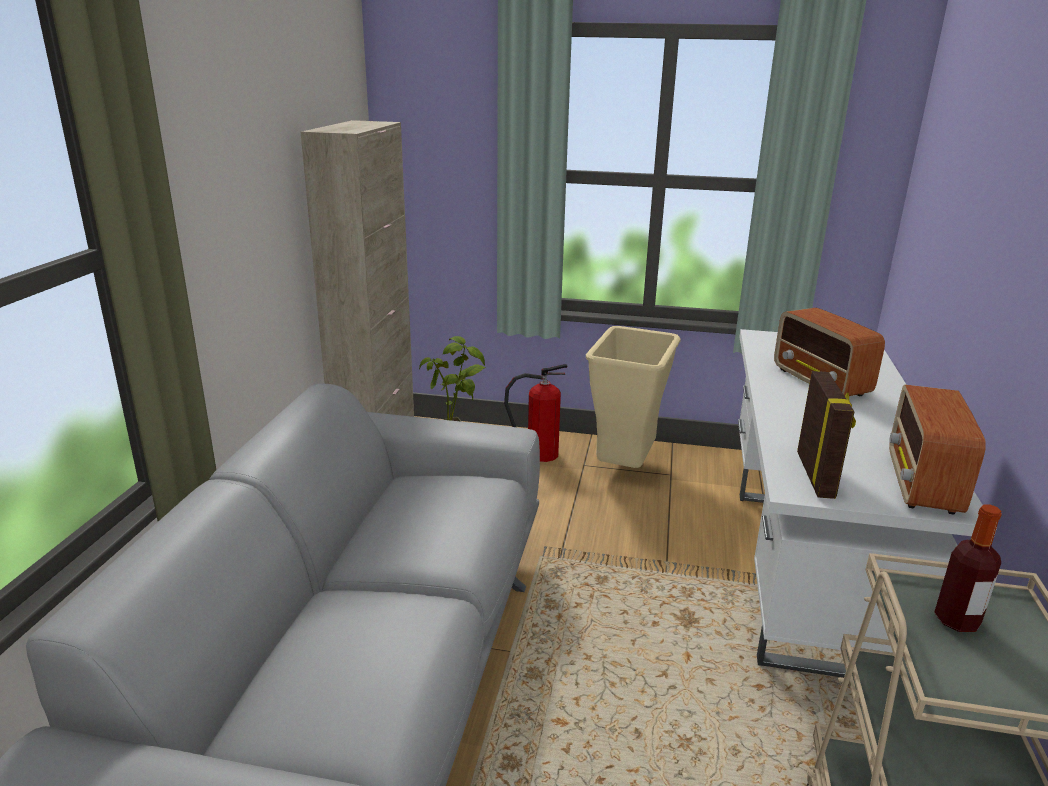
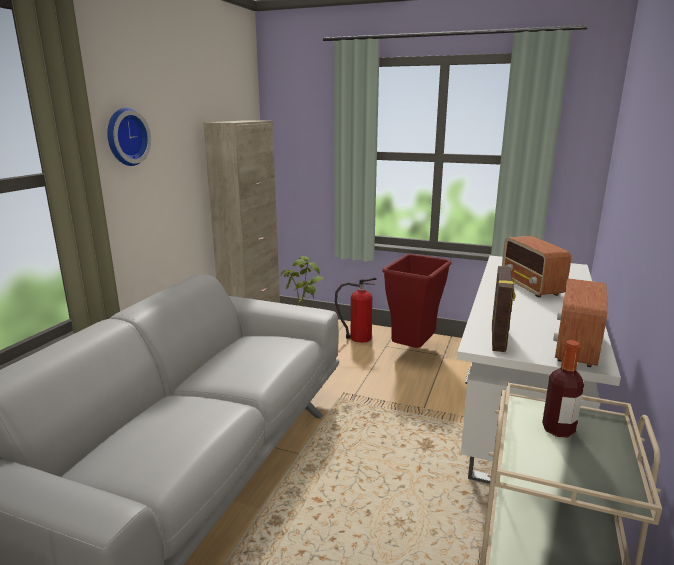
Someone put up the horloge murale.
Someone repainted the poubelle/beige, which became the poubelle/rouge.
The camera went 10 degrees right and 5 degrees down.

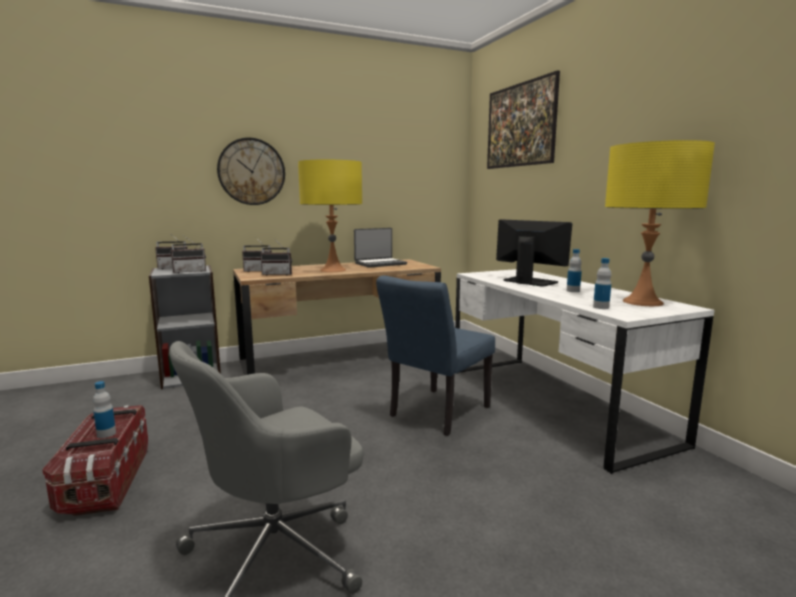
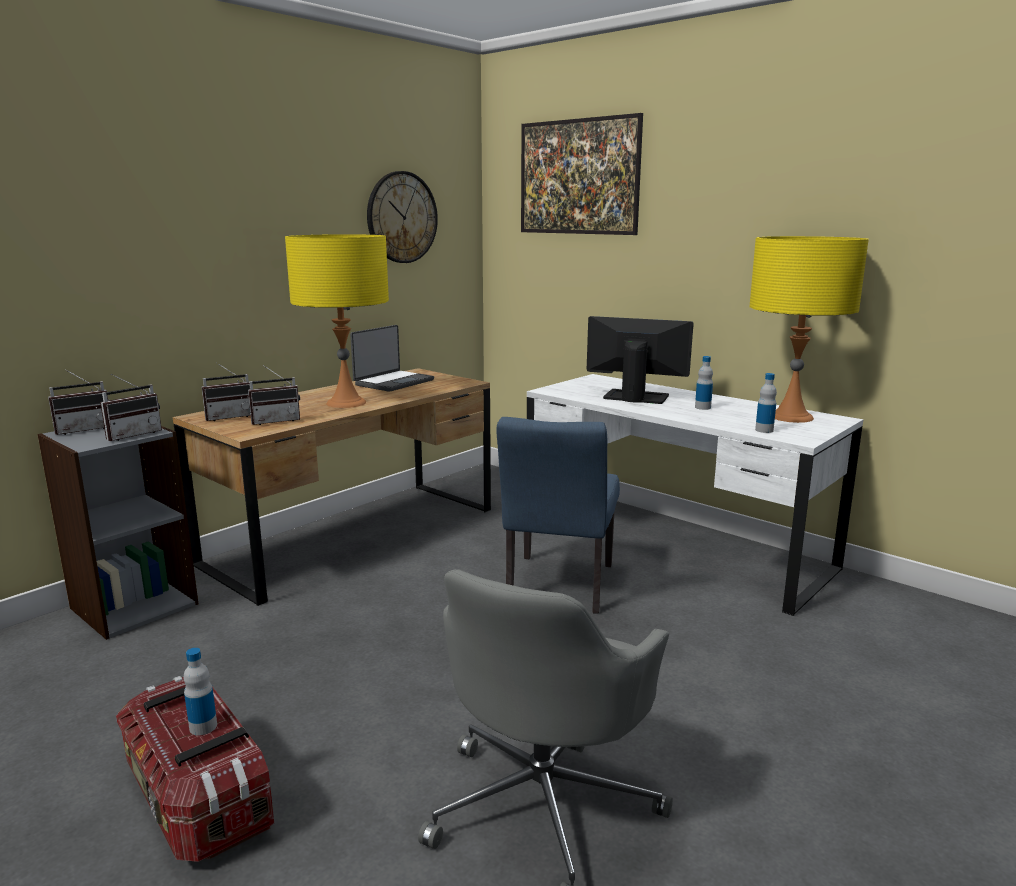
Someone carried the horloge murale.
The camera went 25 degrees left and 5 degrees up.

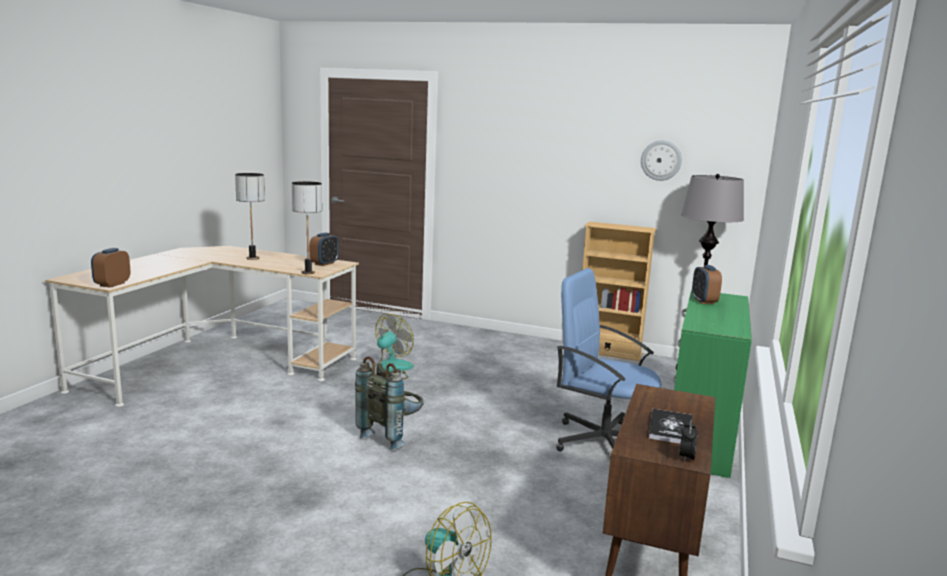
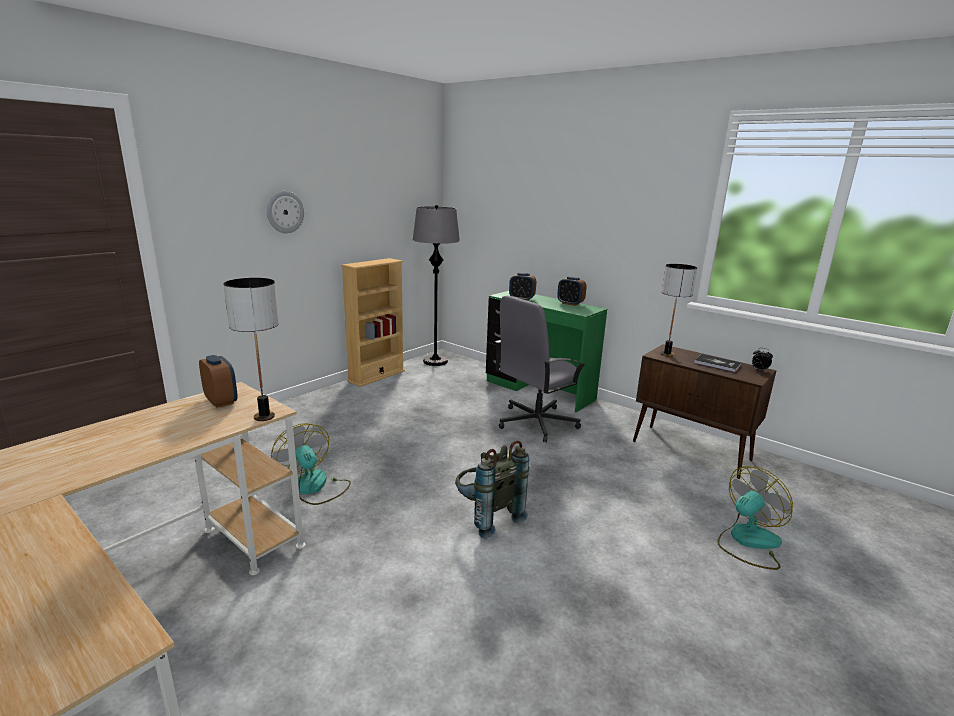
Someone carried the horloge murale.
Someone repainted the chaise de bureau/bleu, which became the chaise de bureau/gris.
Someone carried the réveil (1st from left in the first image).
Someone carried the lampe de table (1st from left in the first image).
The camera went 70 degrees left and 5 degrees up.

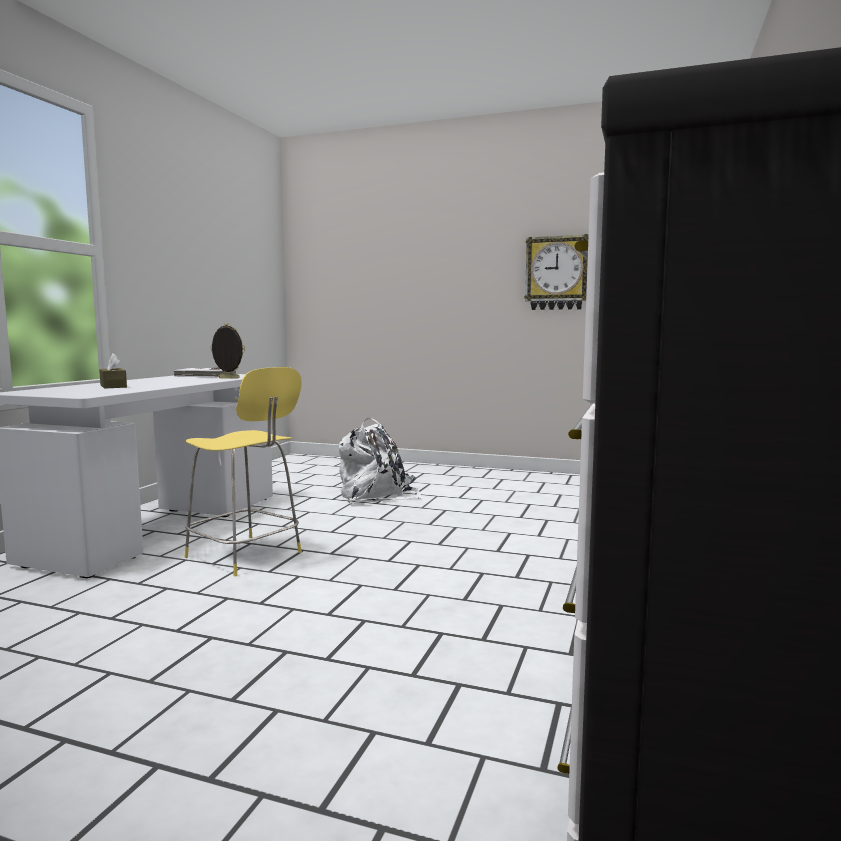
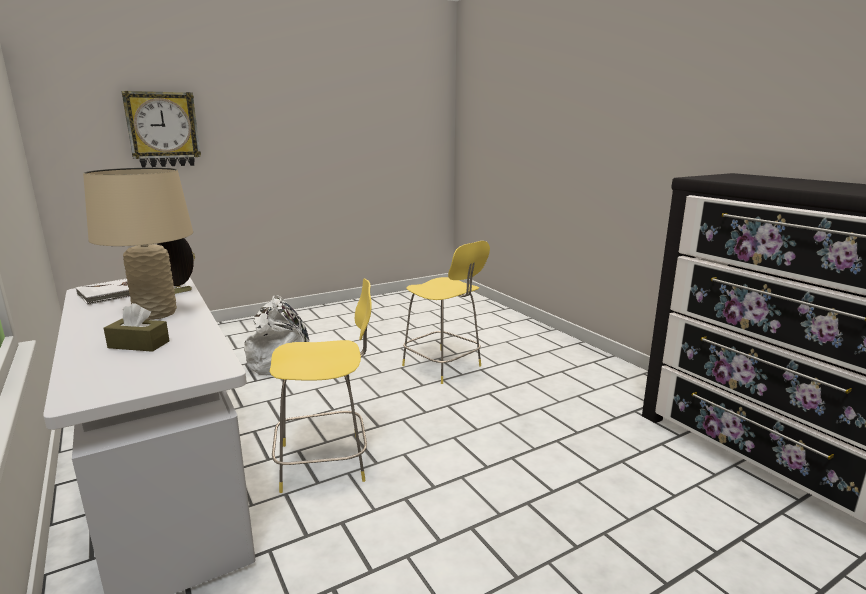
Someone put down the lampe de table/beige.
Someone carried the horloge murale.
Someone put down the tabouret/jaune (2nd from left).
The camera went 50 degrees left and 10 degrees up.

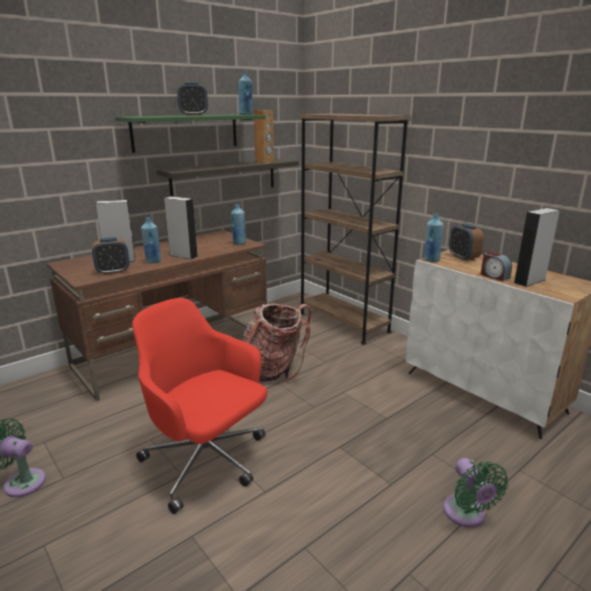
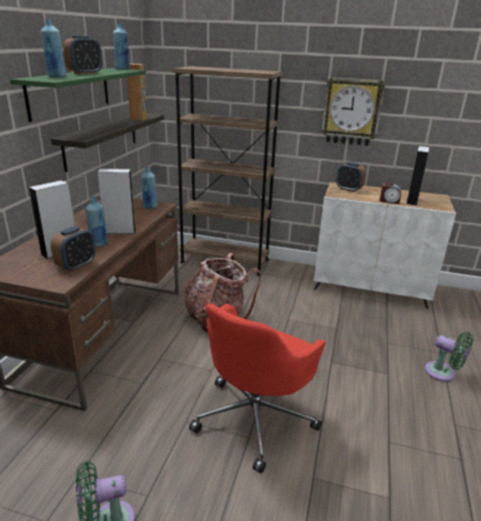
Someone carried the bouteille/bleu (4th from left in the first image).
Someone rotated the chaise de bureau/rouge by 60 degrees counterclockwise.
Someone put up the horloge murale.
The camera went 35 degrees left and 5 degrees up.

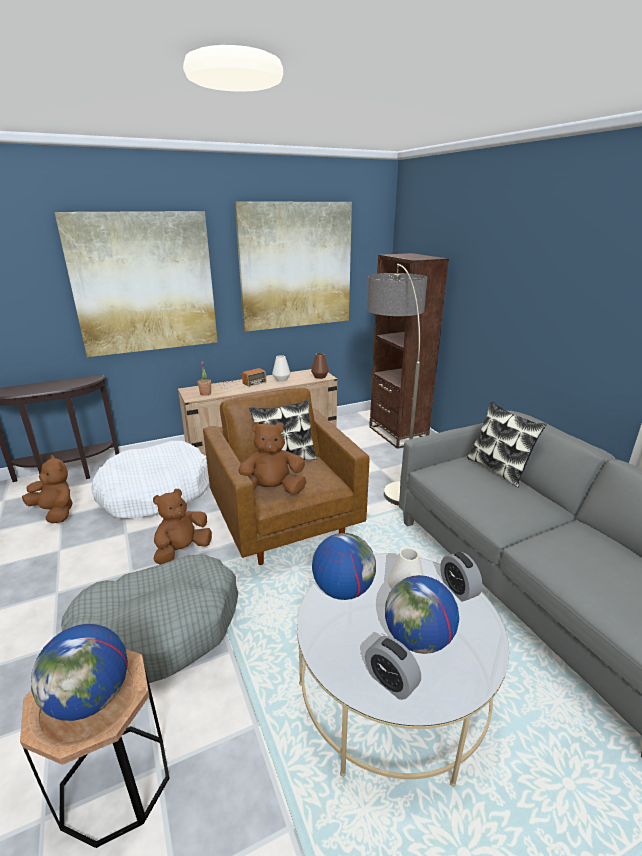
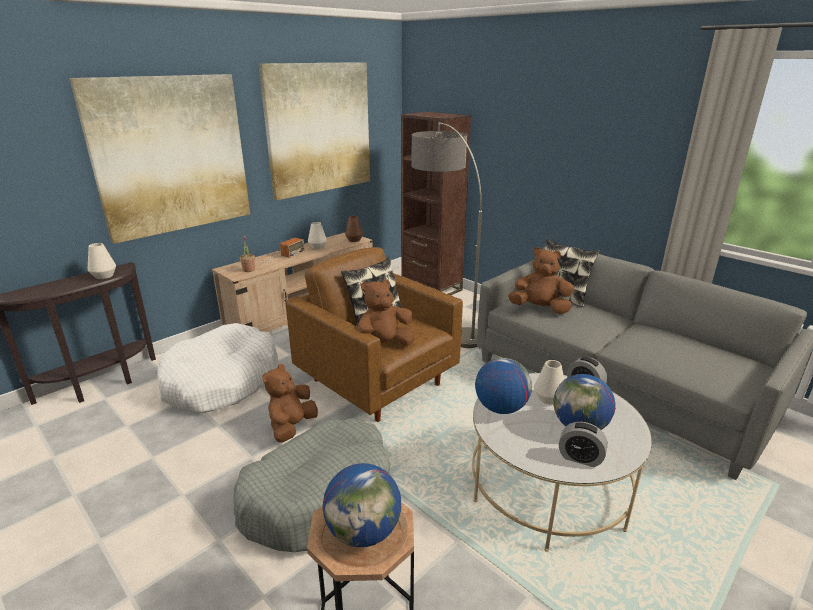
Someone put down the vase/blanc (1st from left).
Someone carried the peluche/marron (1st from left in the first image).
The camera went 20 degrees left and 0 degrees up.

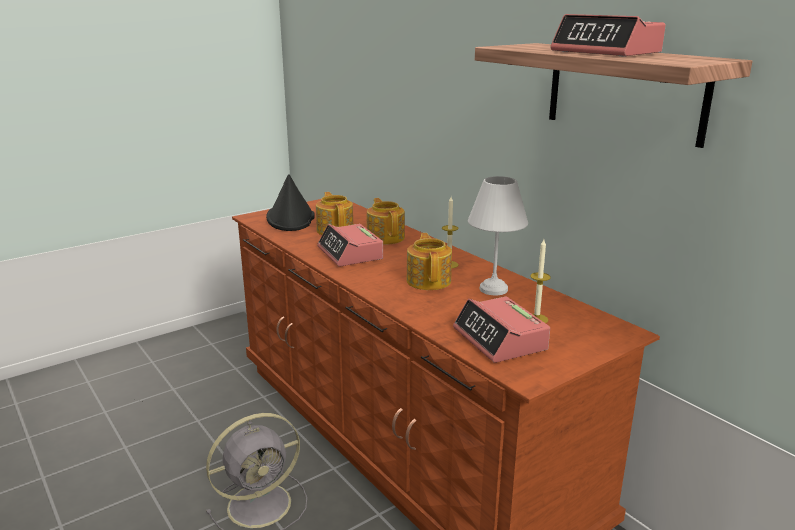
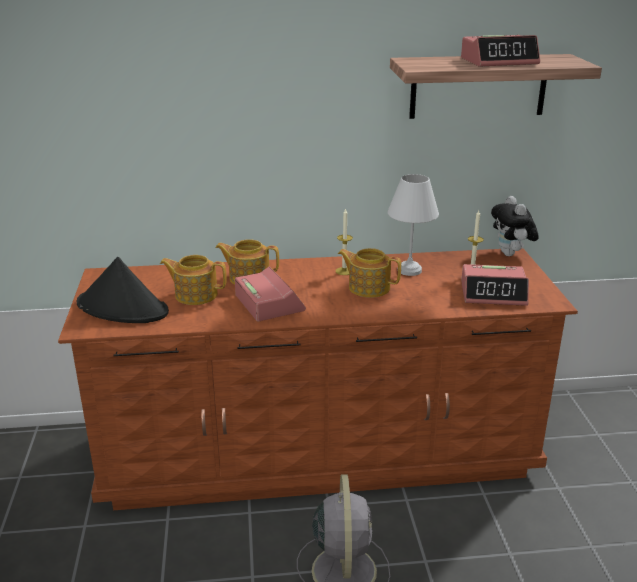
Someone rotated the réveil (1st from left) by 120 degrees counterclockwise.
Someone put down the peluche.
The camera went 60 degrees left and 5 degrees up.

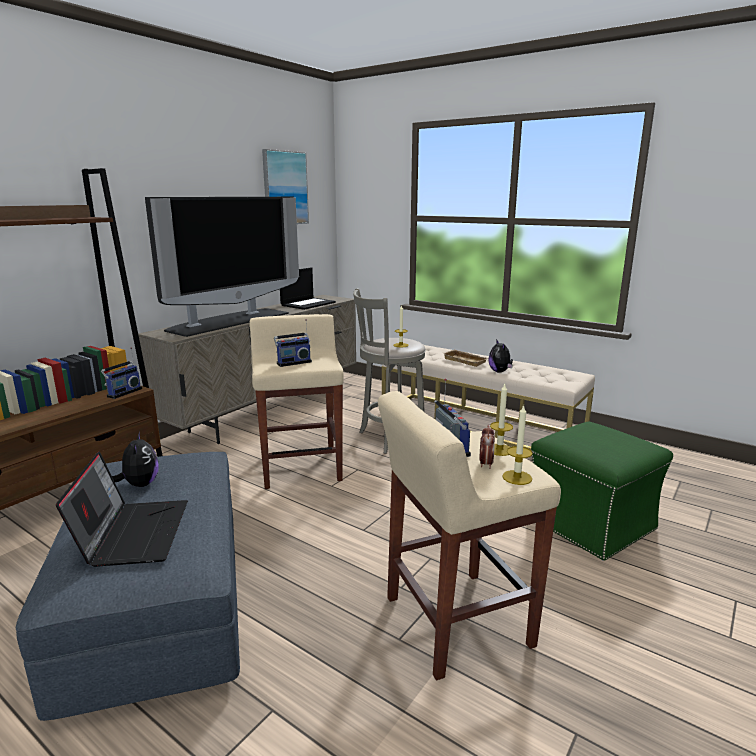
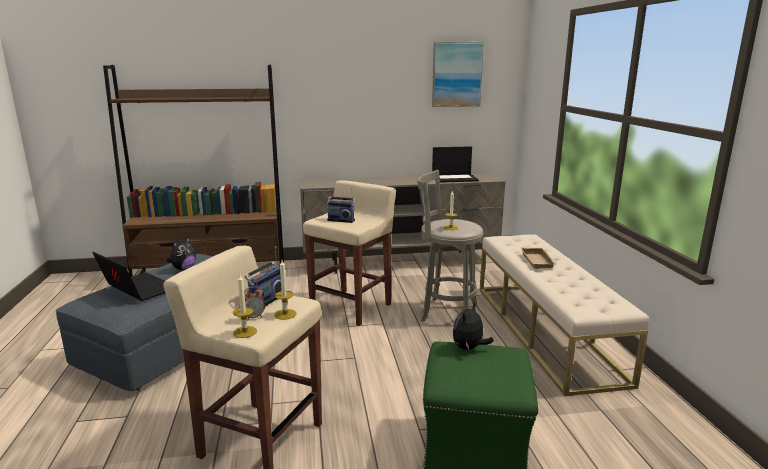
Someone rotated the ordinateur portable (1st from left) by 90 degrees counterclockwise.
Someone carried the peluche (2nd from left).
Someone took away the radio (1st from left).
Someone took away the téléviseur.
The camera went 45 degrees right and 0 degrees up.

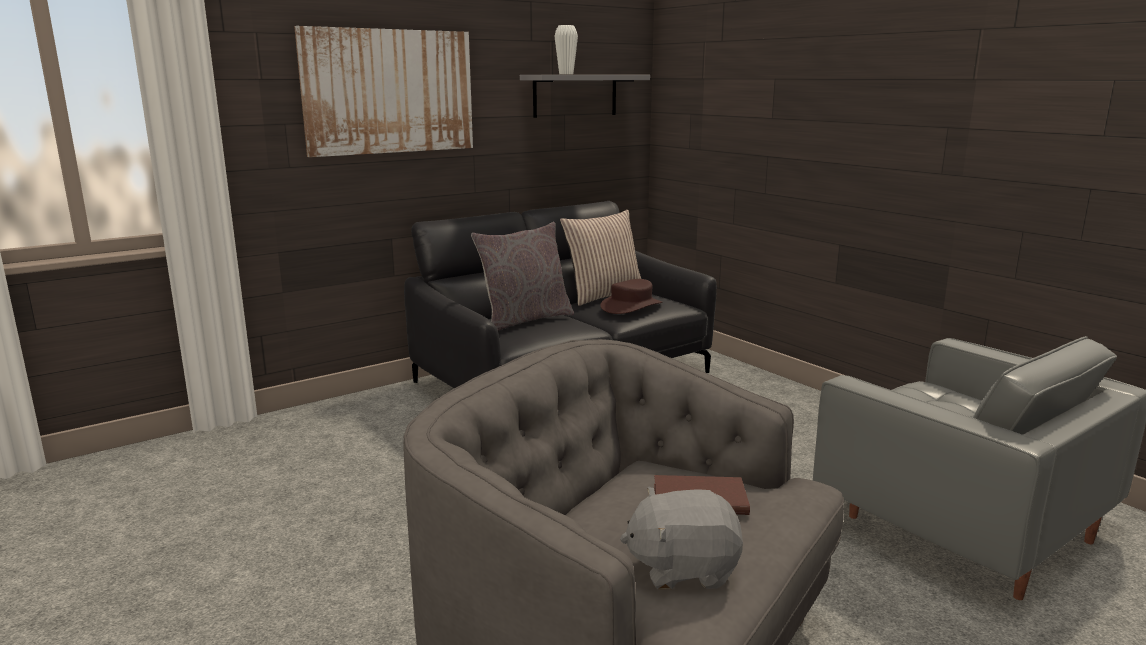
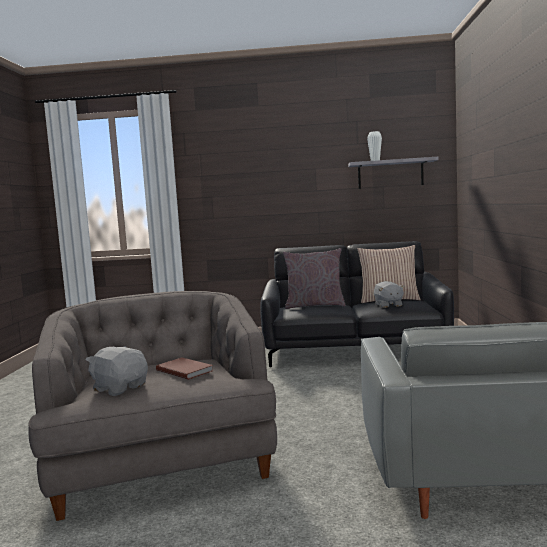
Someone swapped the chapeau/marron for the peluche/gris (2nd from left).
Someone took away the tableau.
The camera went 40 degrees right and 10 degrees down.

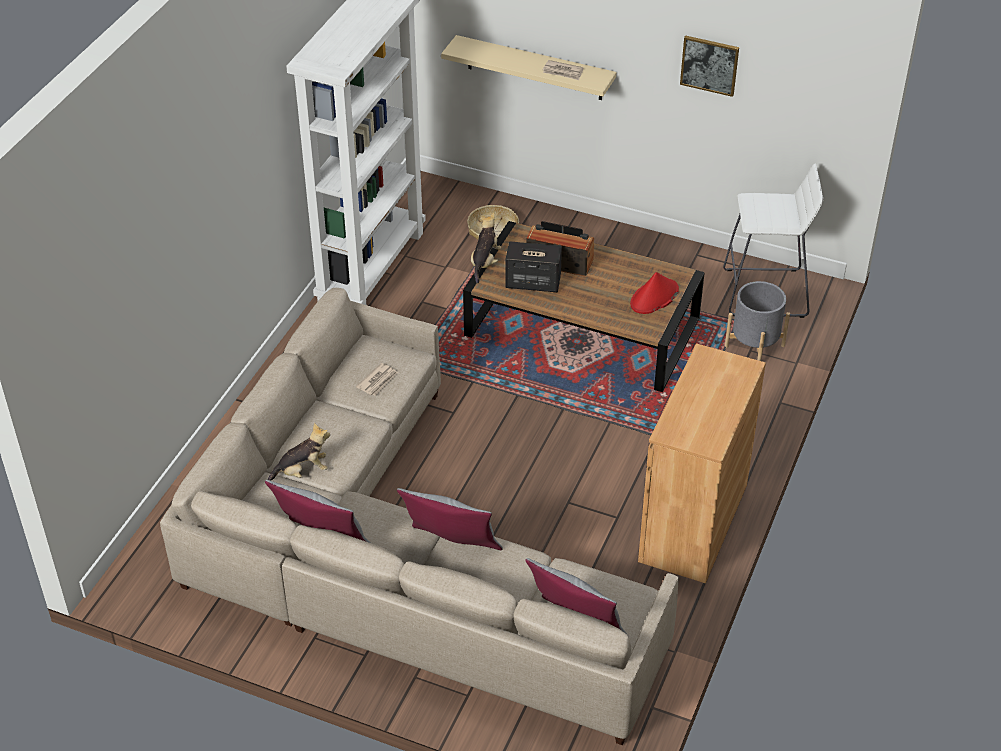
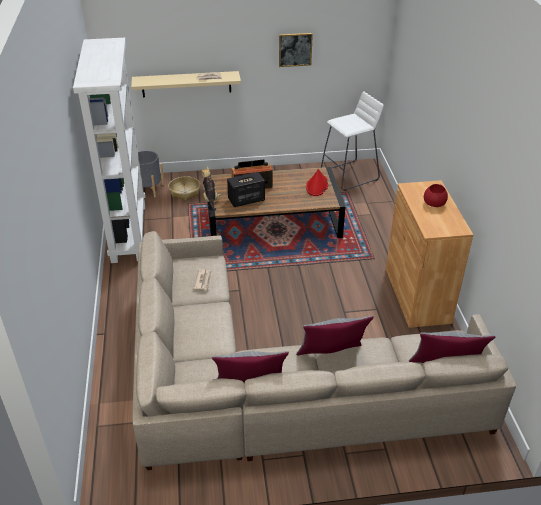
Someone carried the cache-pot/gris.
Someone put down the bol/rouge.
Someone took away the peluche (1st from left).
The camera went 30 degrees left and 5 degrees down.

